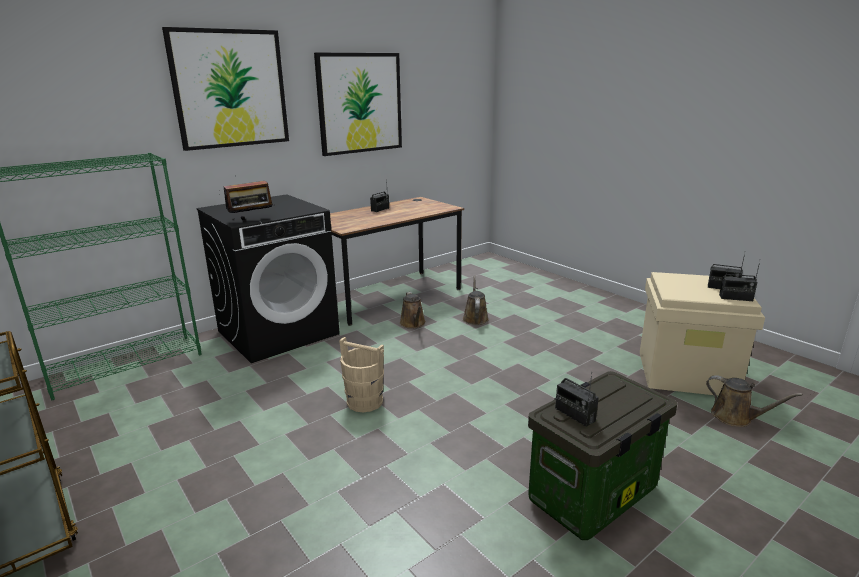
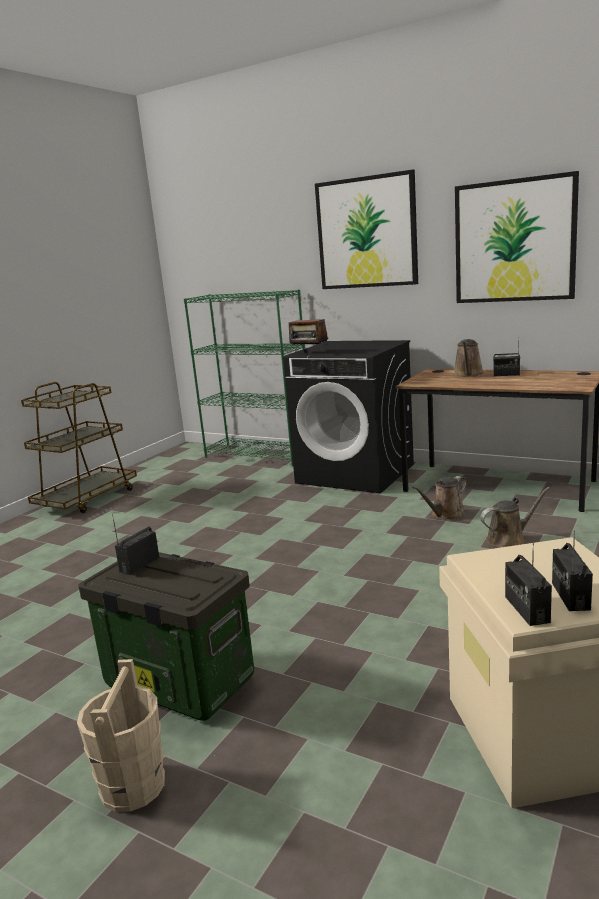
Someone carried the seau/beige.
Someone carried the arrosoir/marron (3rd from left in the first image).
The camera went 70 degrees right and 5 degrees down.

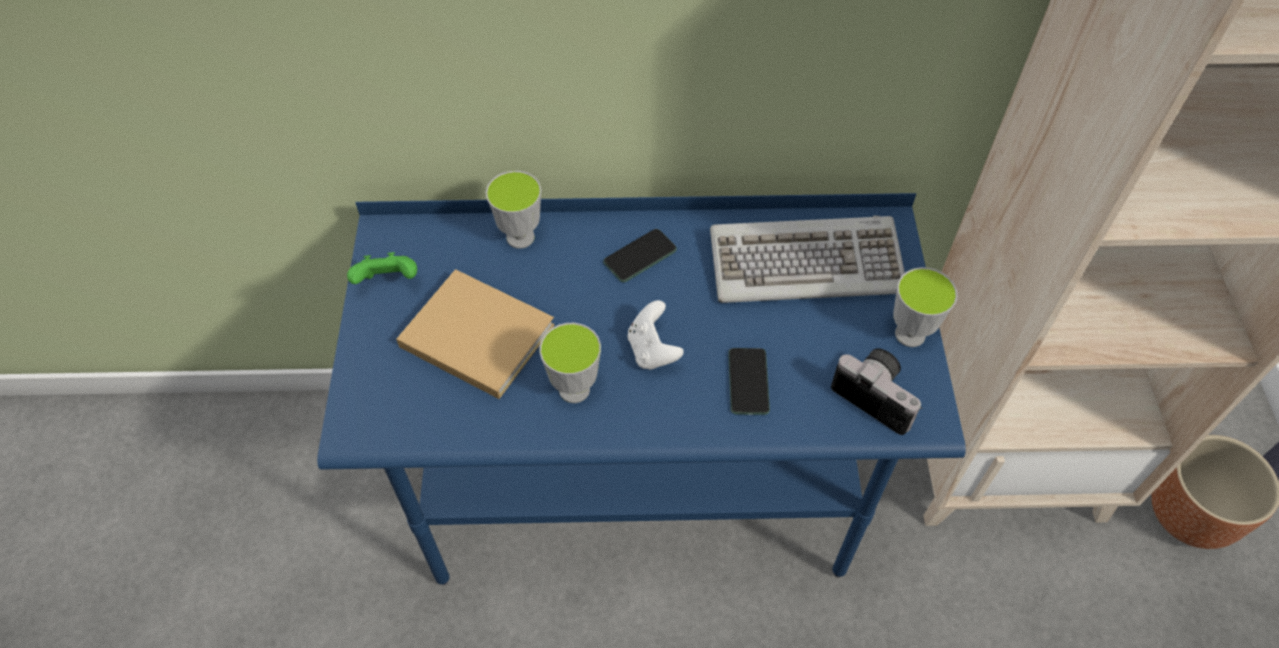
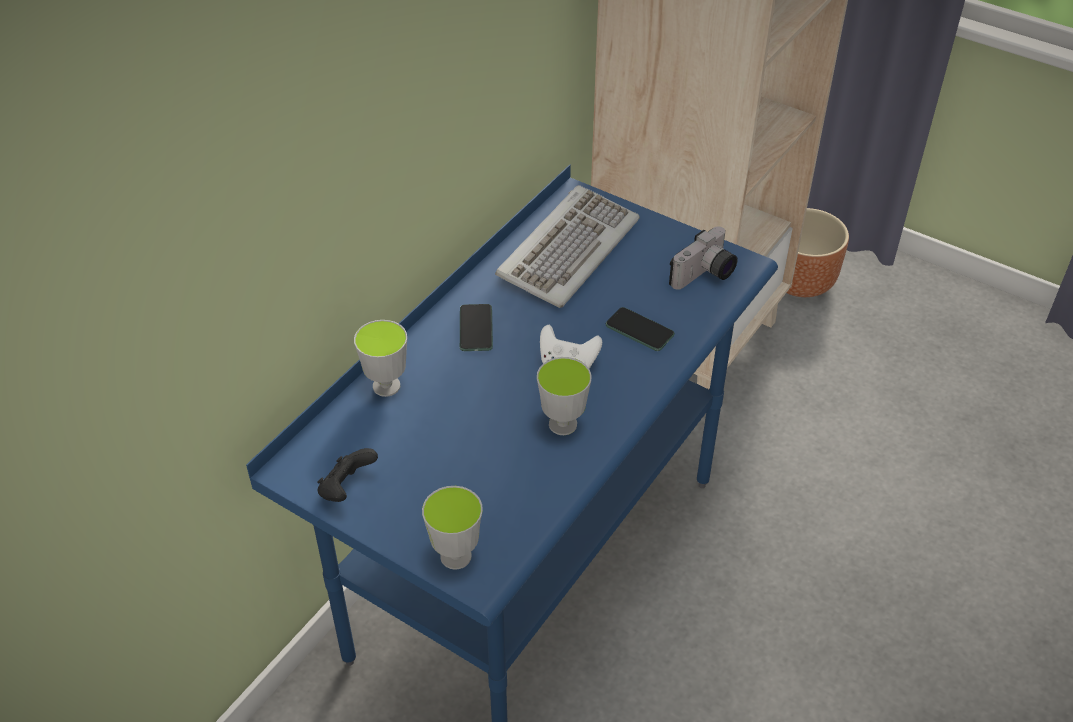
Someone repainted the manette/vert, which became the manette/noir.
Someone carried the tasse (3rd from left in the first image).
Someone rotated the appareil photo by 150 degrees clockwise.
Someone took away the livre/beige.
The camera went 55 degrees left and 10 degrees down.

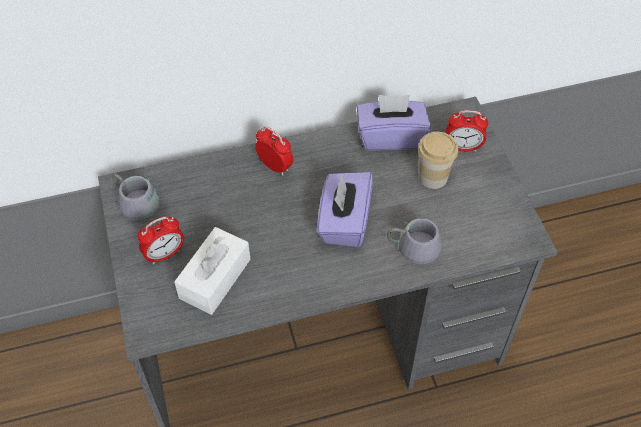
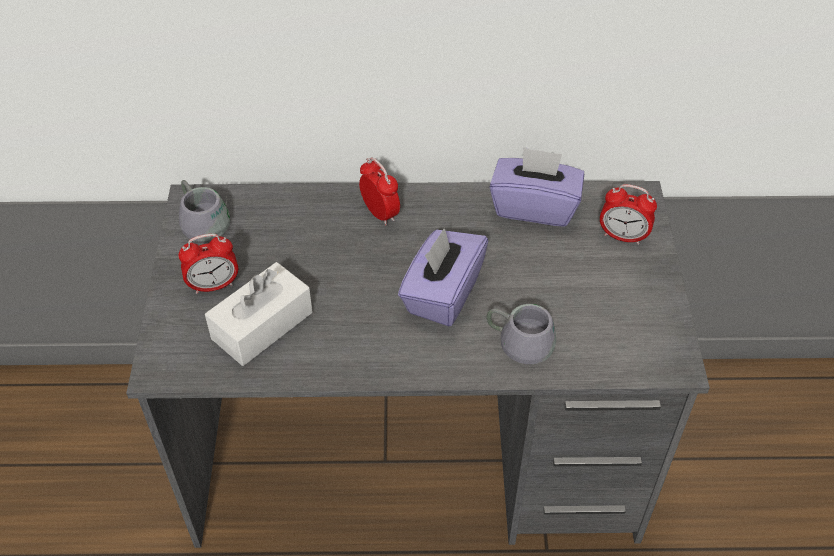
Someone took away the tasse.
The camera went 15 degrees right and 5 degrees down.

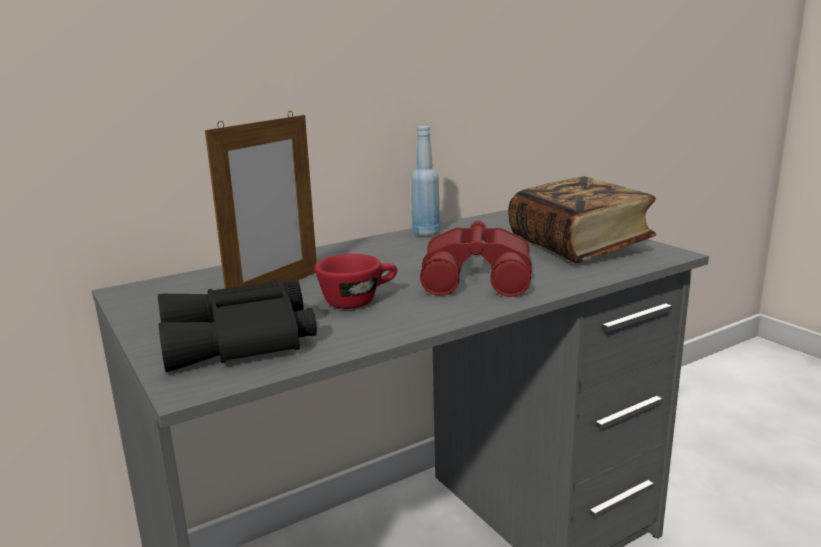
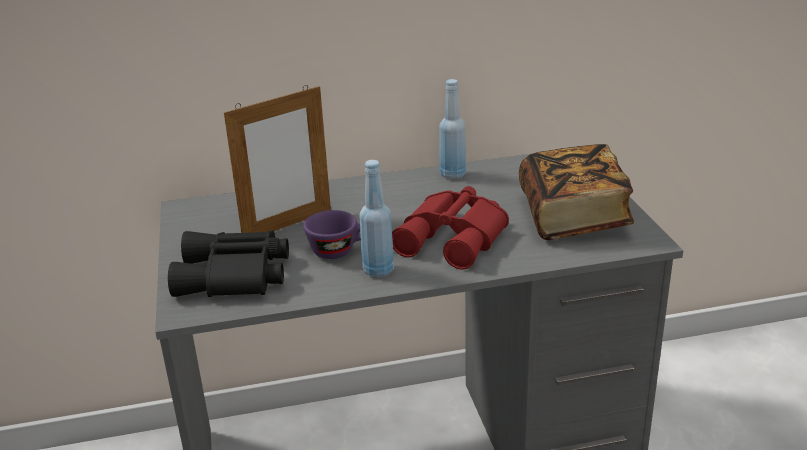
Someone repainted the tasse/rouge, which became the tasse/violet.
Someone put down the bouteille/bleu (1st from left).
The camera went 20 degrees right and 10 degrees up.

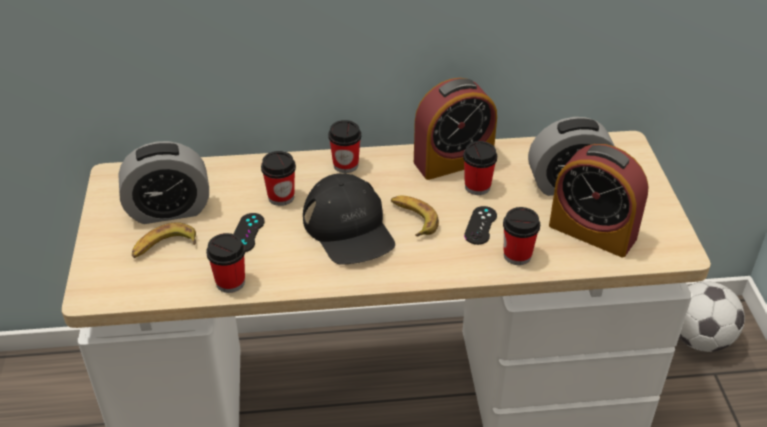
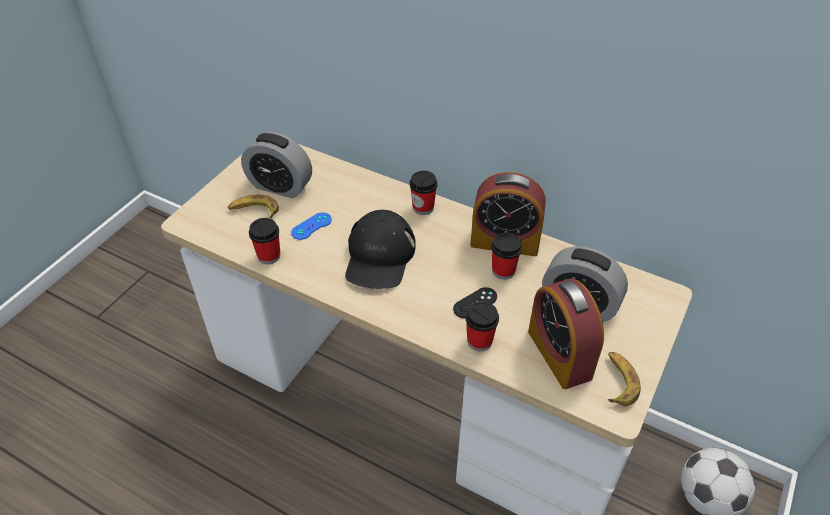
Someone repainted the manette/noir (1st from left), which became the manette/bleu.
Someone carried the banane (2nd from left).
Someone took away the tasse (2nd from left).
The camera went 35 degrees right and 5 degrees up.

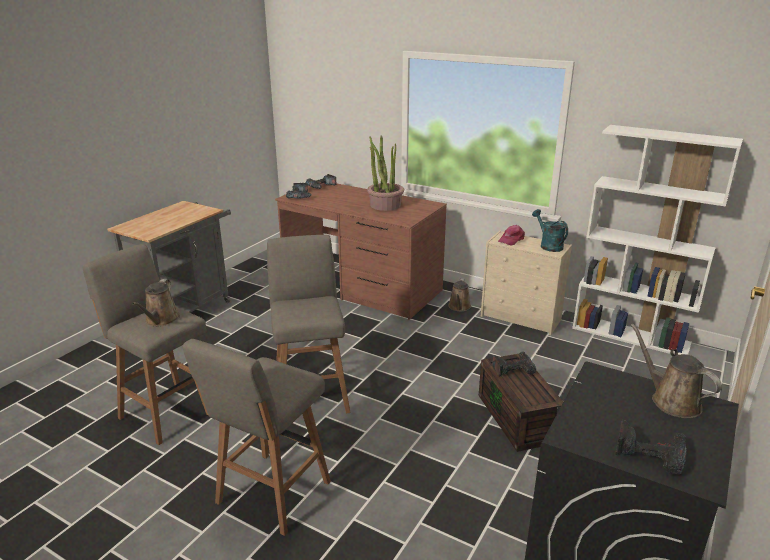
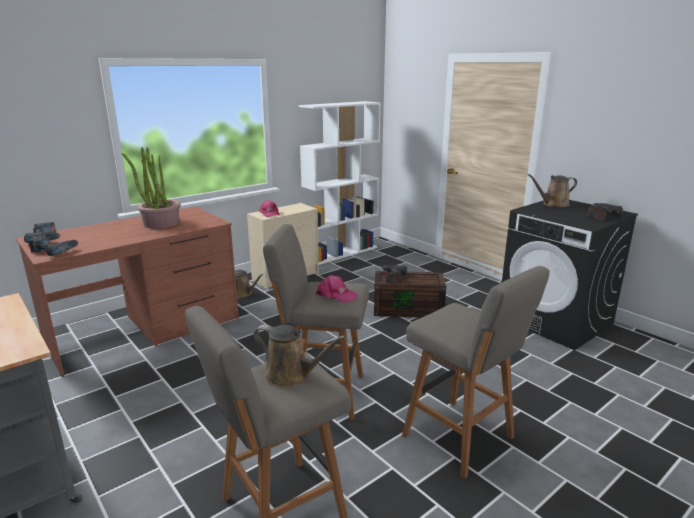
Someone put down the casquette/rose (2nd from left).
Someone took away the arrosoir/turquoise.
The camera went 70 degrees left and 5 degrees down.

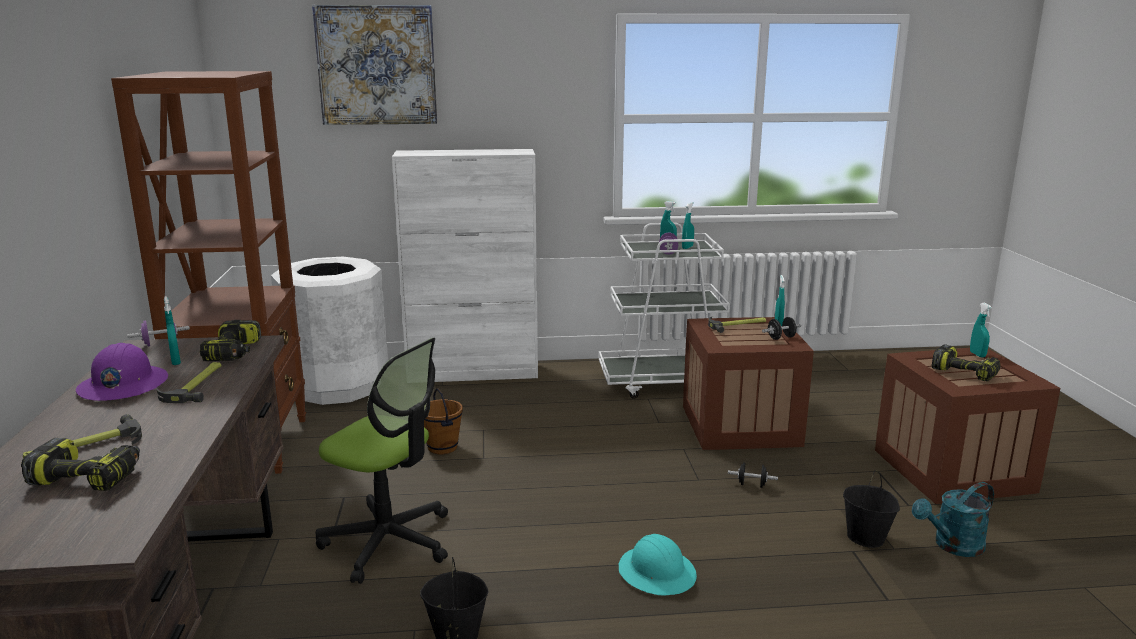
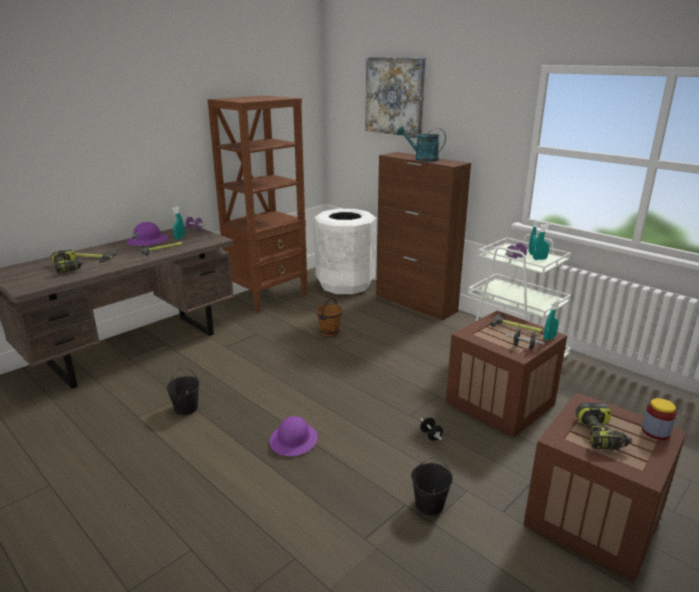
Someone repainted the casque de chantier/turquoise, which became the casque de chantier/violet (2nd from left).
Someone repainted the meuble de rangement/blanc, which became the meuble de rangement/marron.
Someone carried the arrosoir/turquoise.
Someone swapped the vaporisateur/turquoise (5th from left) for the bocal.
Someone took away the perceuse (2nd from left).
Someone took away the chaise de bureau.
The camera went 50 degrees right and 5 degrees up.

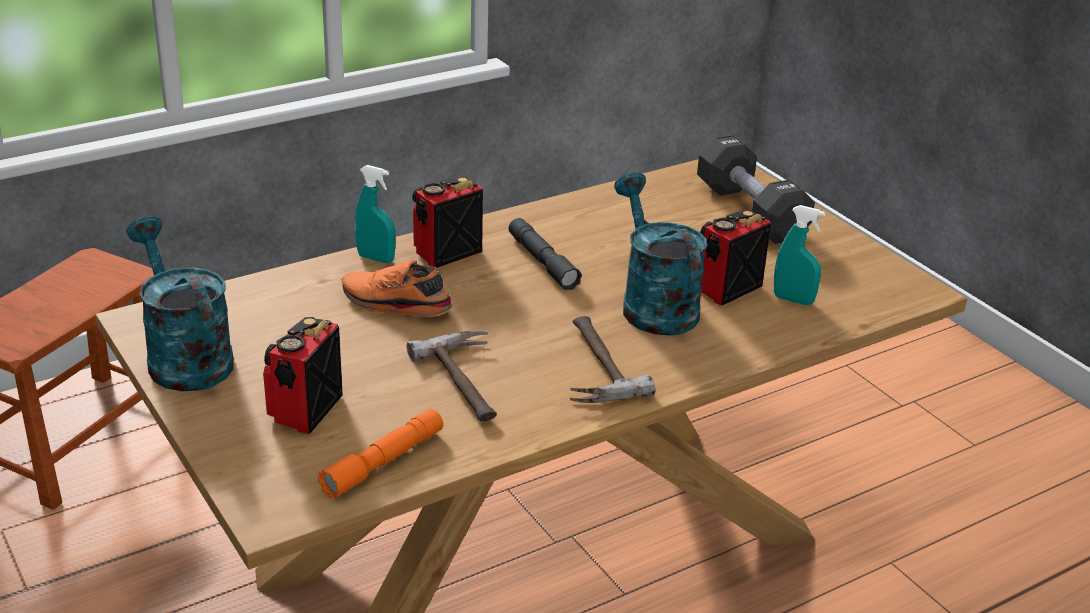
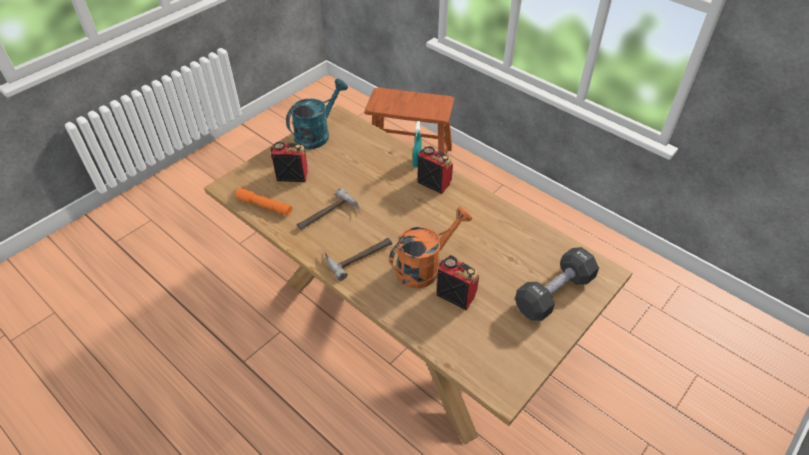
Someone repainted the arrosoir/turquoise (2nd from left), which became the arrosoir/orange.
Someone took away the chaussure/orange.
Someone took away the lampe de poche/gris.
Someone took away the vaporisateur/turquoise (2nd from left).
The camera went 75 degrees right and 15 degrees up.

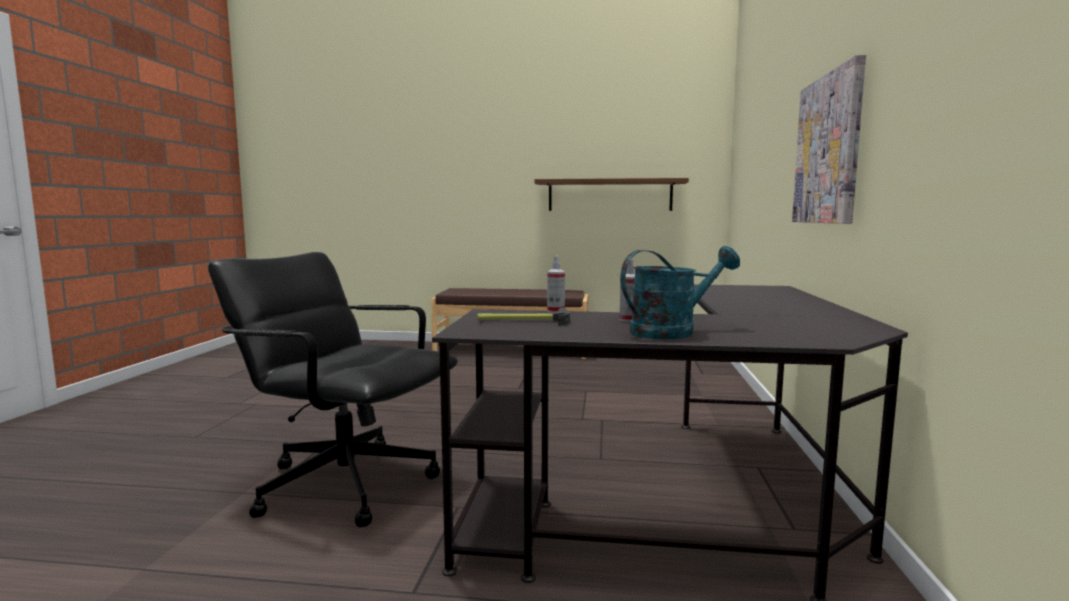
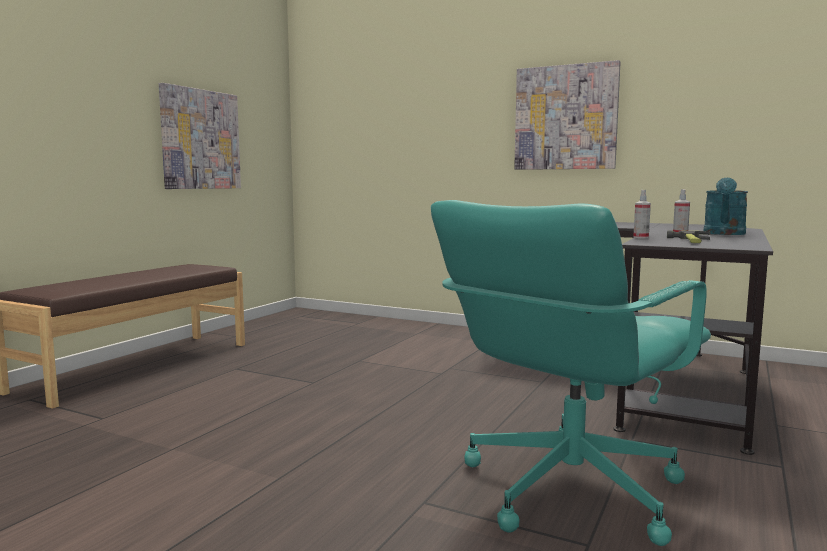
Someone swapped the étagère/marron for the tableau (1st from left).
Someone repainted the chaise de bureau/noir, which became the chaise de bureau/turquoise.
Someone rotated the arrosoir/turquoise by 150 degrees counterclockwise.
The camera went 70 degrees left and 0 degrees up.

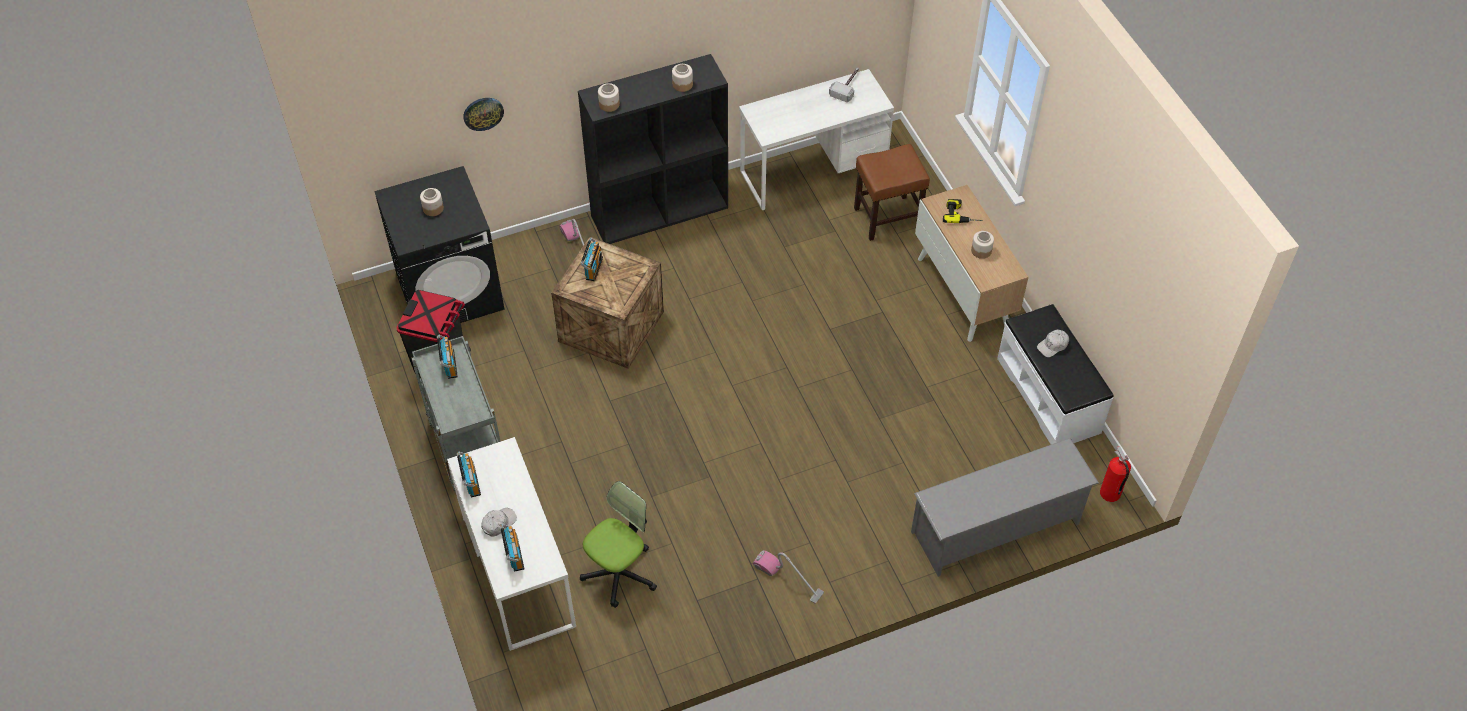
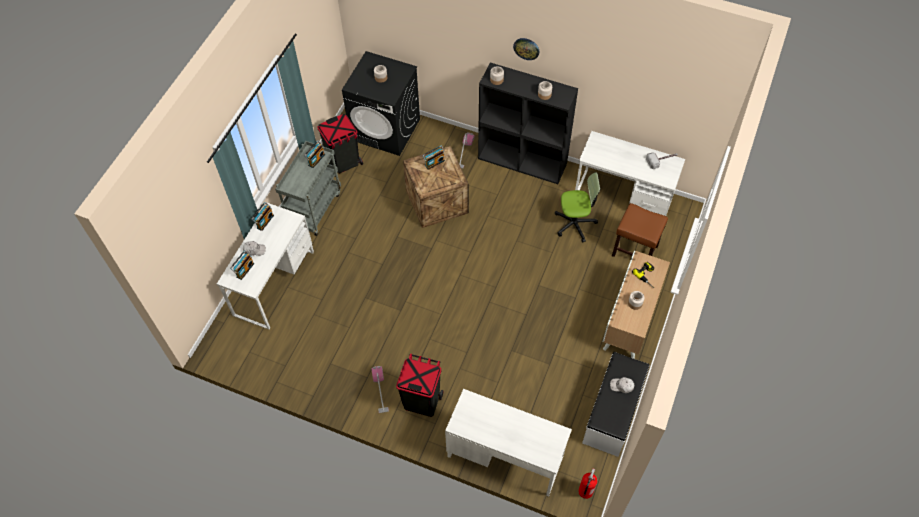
Someone put down the poubelle/noir (2nd from left).
Someone swapped the étagère à chaussures/gris for the bureau/blanc (2nd from left).
Someone carried the horloge murale.
Someone carried the chaise de bureau.
The camera went 45 degrees right and 5 degrees up.

